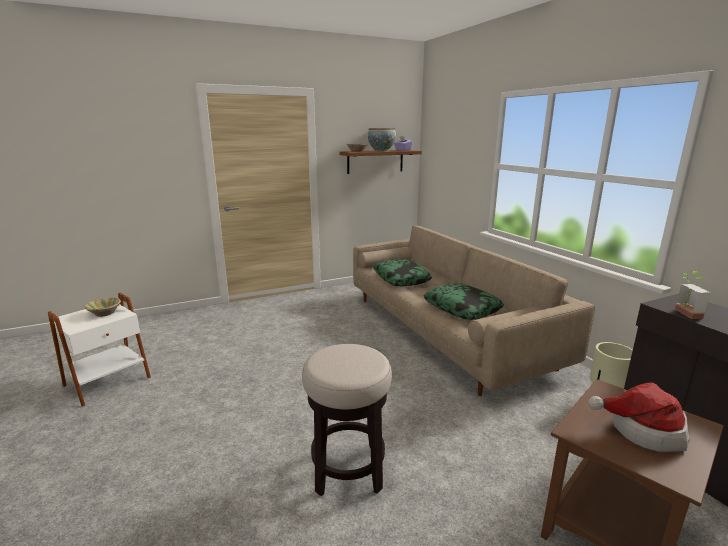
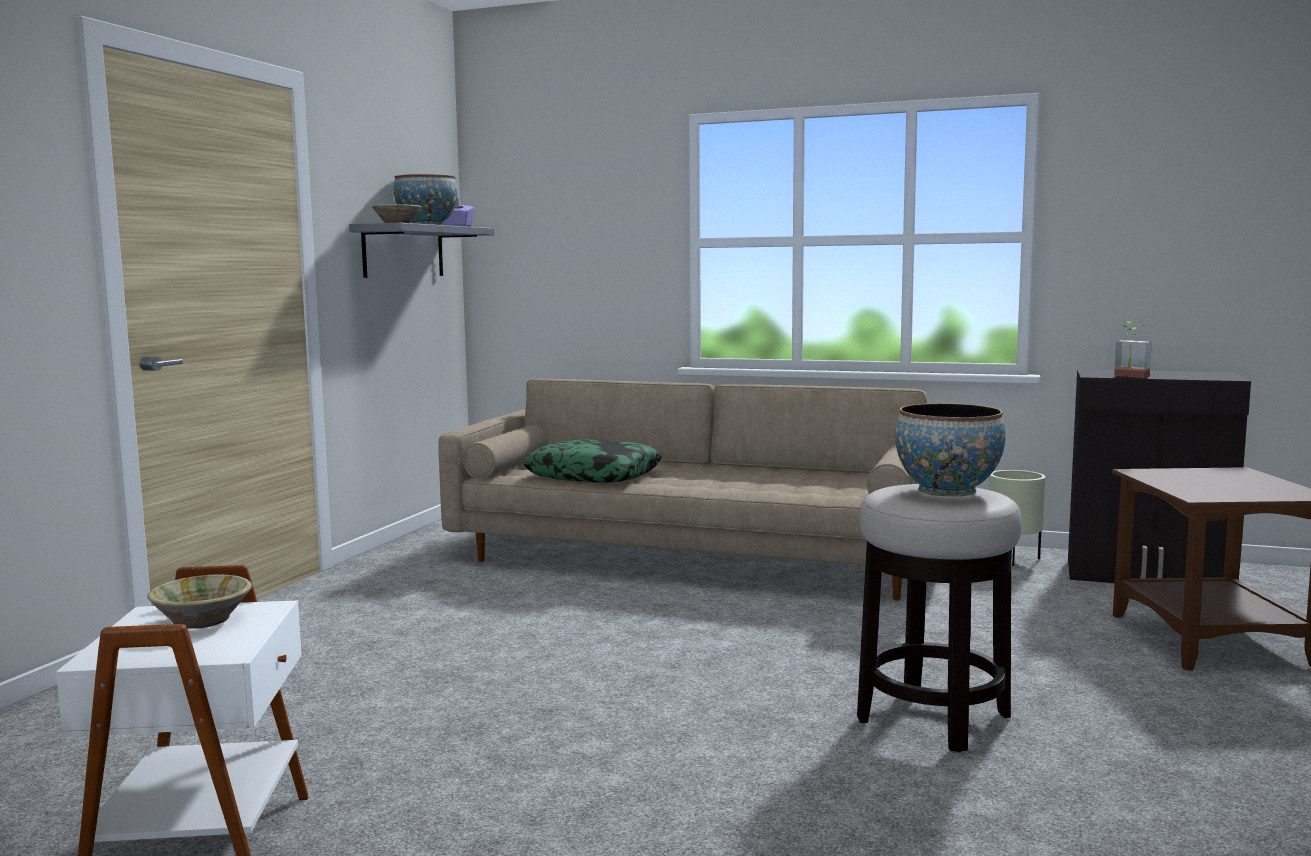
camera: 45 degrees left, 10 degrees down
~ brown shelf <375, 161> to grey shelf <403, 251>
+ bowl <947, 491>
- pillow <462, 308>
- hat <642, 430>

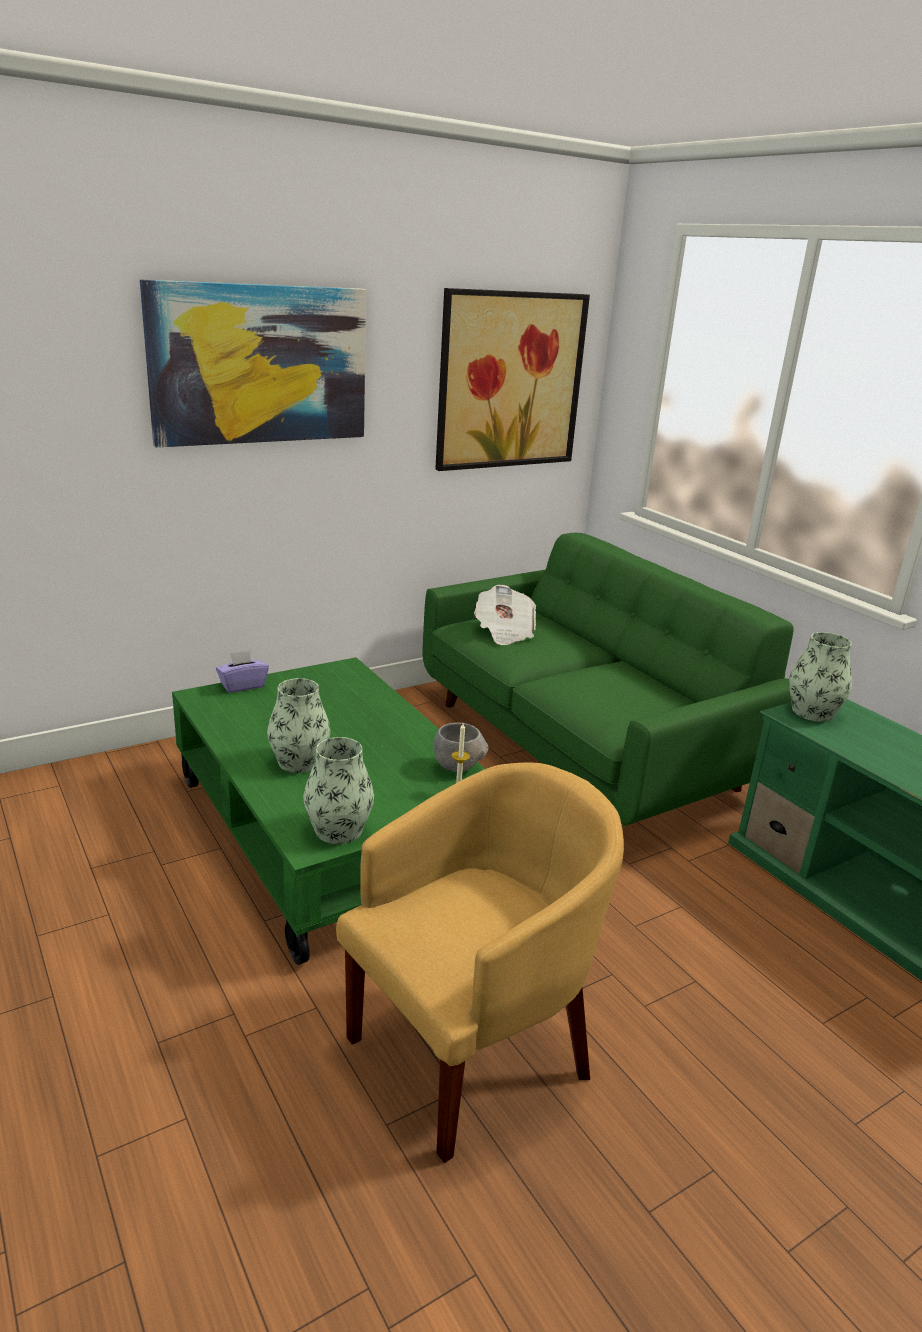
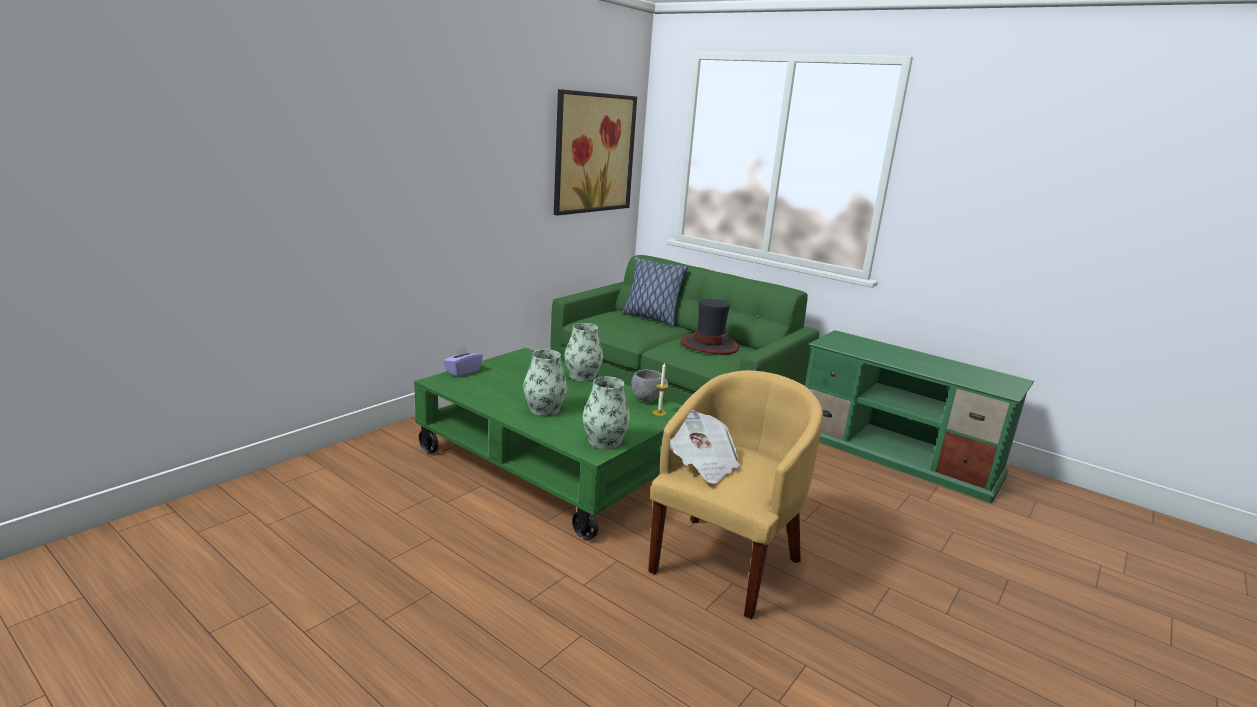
camera: 20 degrees left, 5 degrees down
~ vase <812, 712> to <582, 376>
+ pillow <651, 318>
~ newspaper <504, 632> to <701, 463>
+ hat <709, 345>
- picture <260, 365>

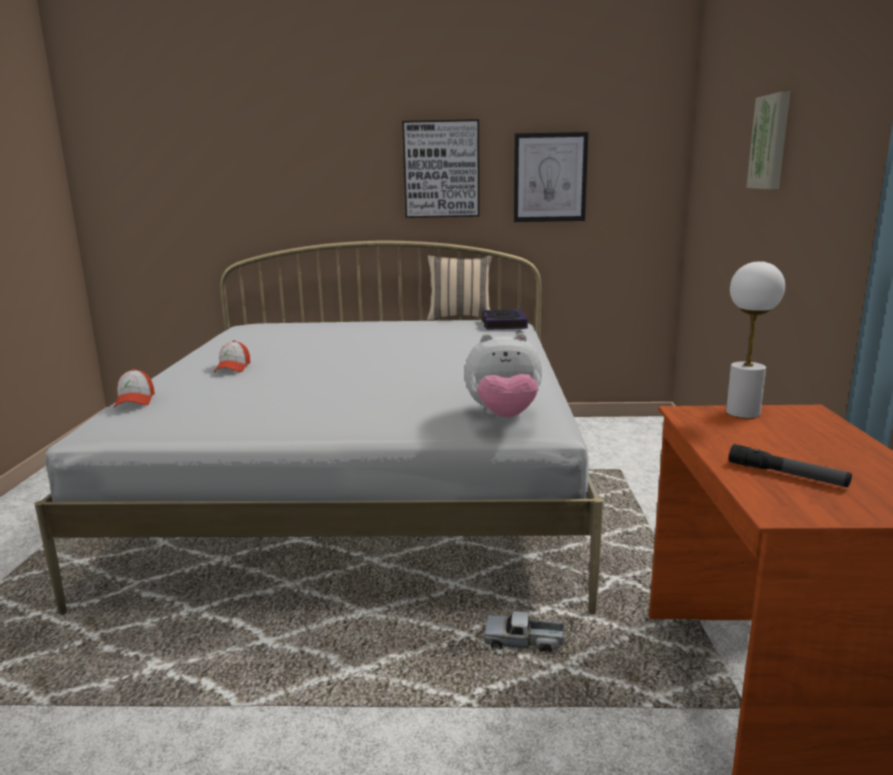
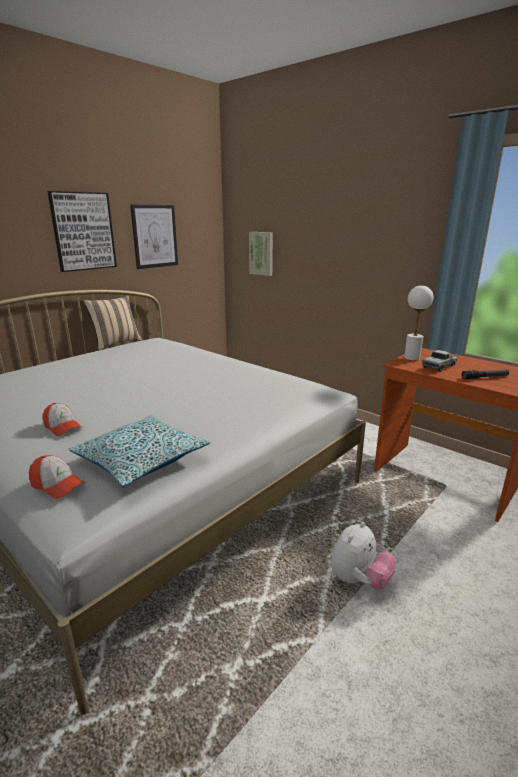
camera: 50 degrees left, 5 degrees up
+ pillow <141, 460>
~ picture <771, 142> to <262, 253>
~ plush toy <504, 416> to <359, 580>
~ toy truck <523, 642> to <440, 366>
- book <503, 324>

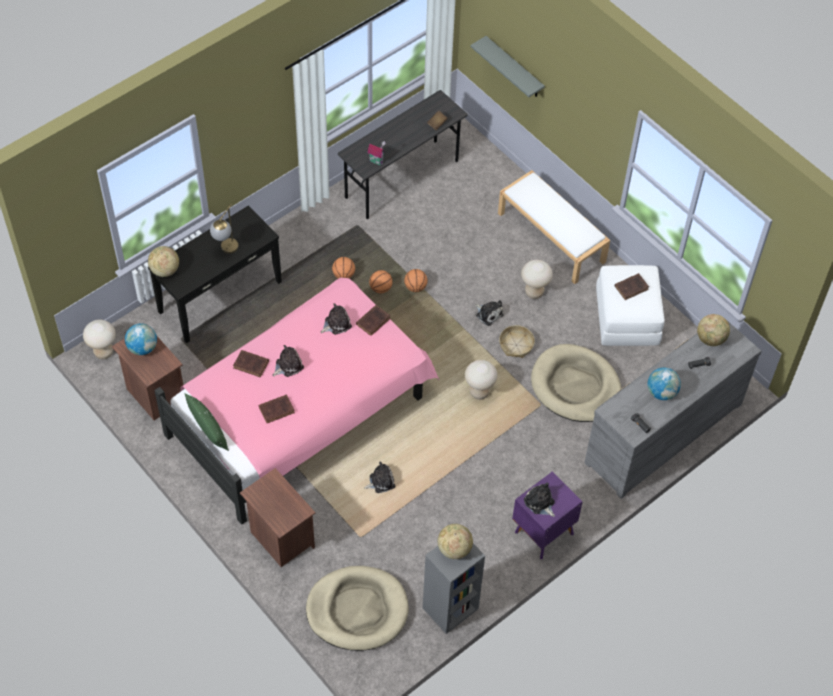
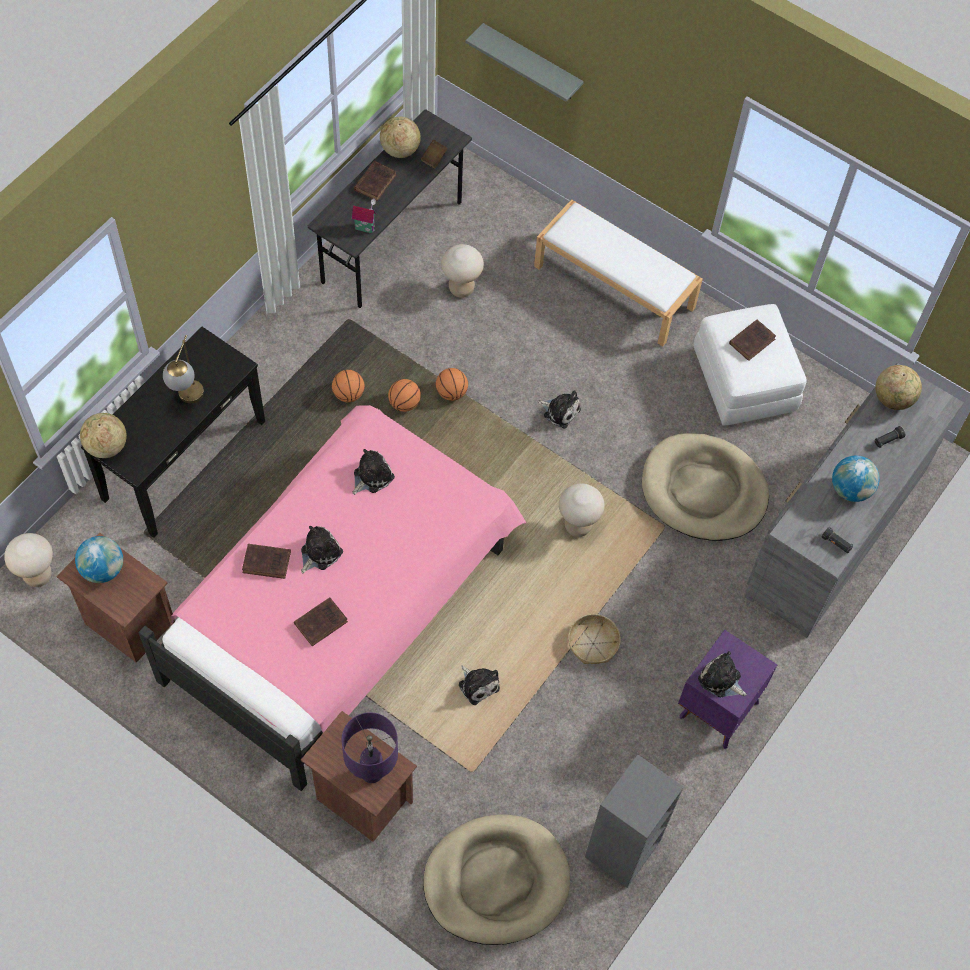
camera: 15 degrees left, 5 degrees up
+ purple table lamp <371, 772>
~ brown book <374, 321> to <376, 181>
~ globe <454, 549> to <400, 150>
~ beige stool <534, 292> to <461, 288>
~ plush toy <380, 481> = <477, 684> 90 degrees clockwise
~ basket <516, 345> to <593, 643>
- green pillow <208, 429>

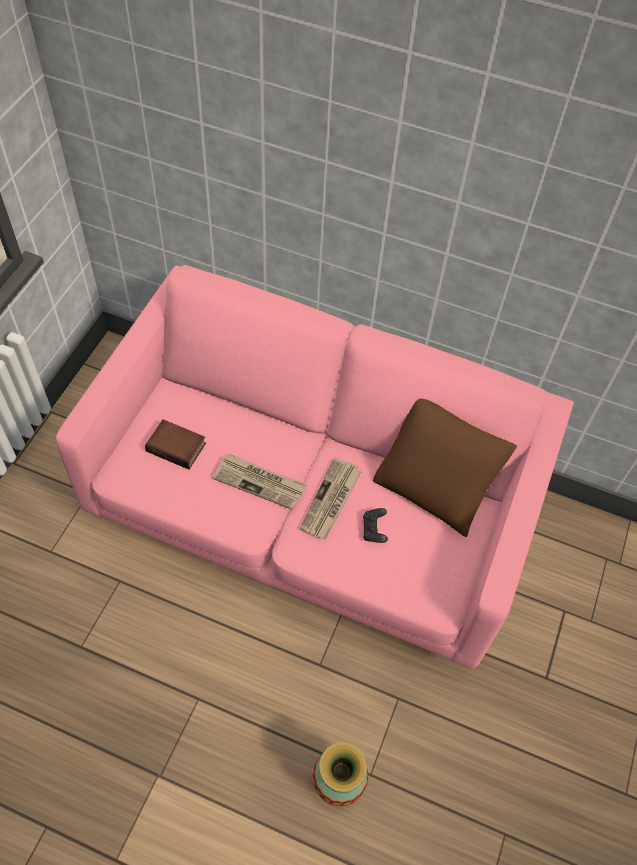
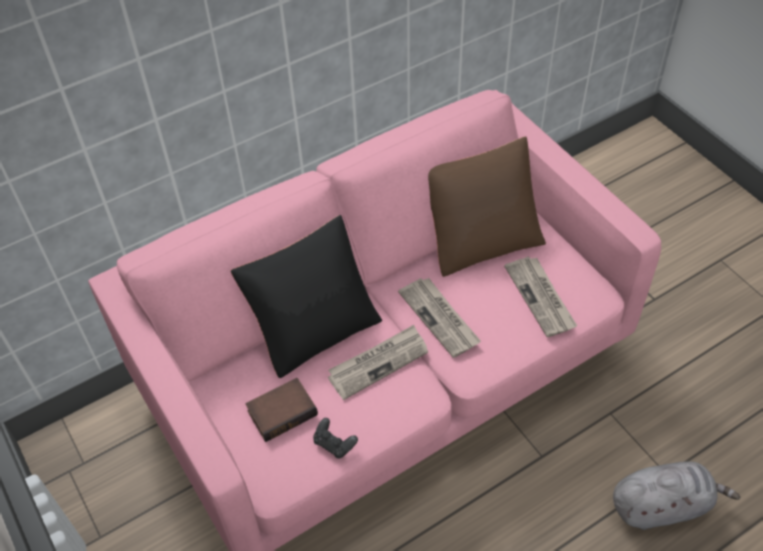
camera: 50 degrees left, 5 degrees down
+ black pillow <314, 325>
~ black game controller <374, 530> to <334, 444>
+ newspaper <541, 298>
~ vase <338, 785> to grey plush toy <662, 505>

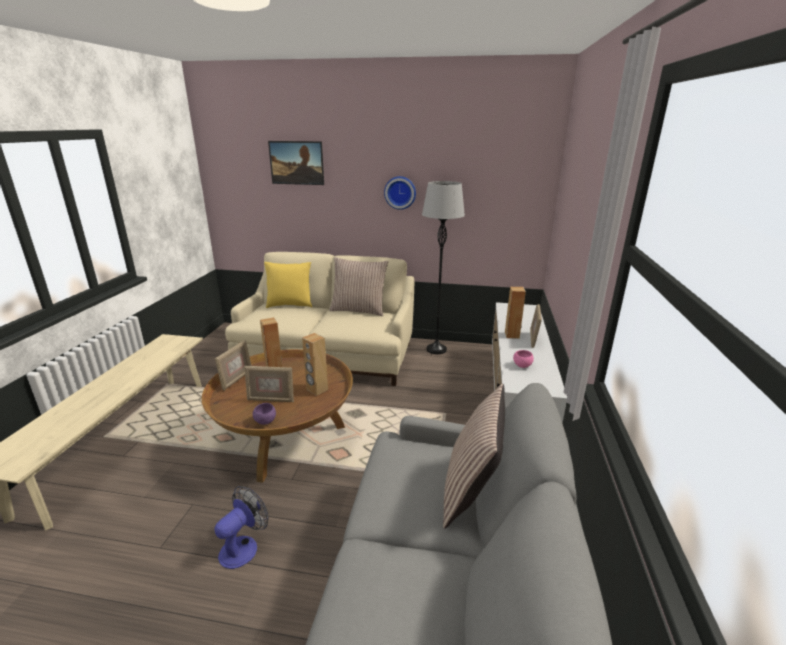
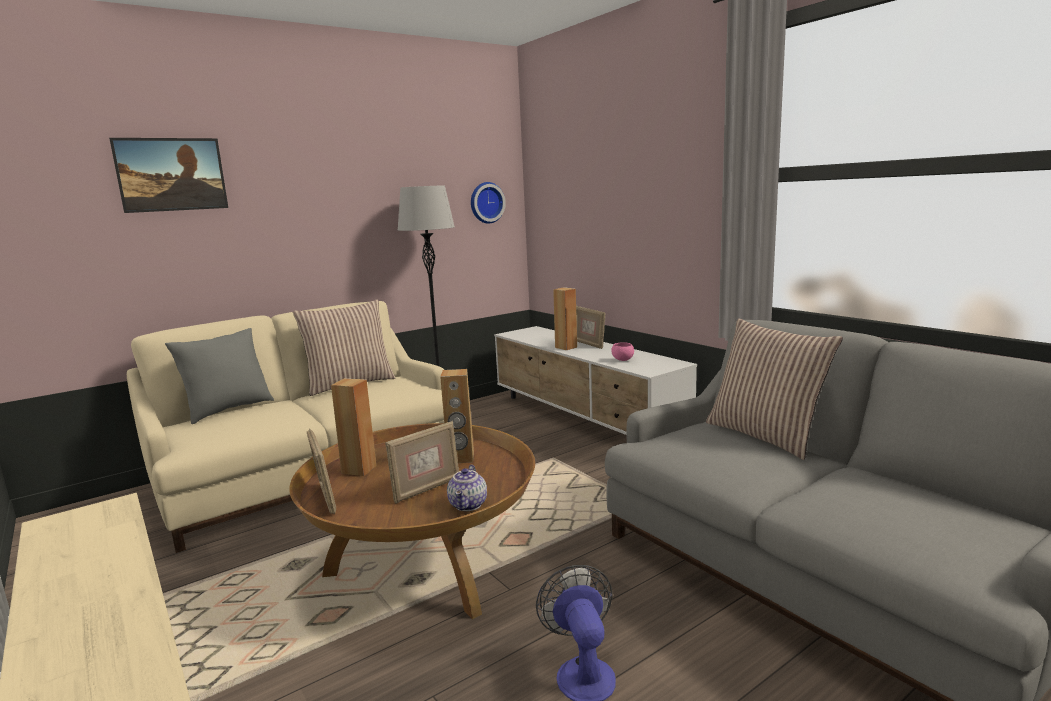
camera: 45 degrees left, 10 degrees down
~ yellow pillow <290, 305> to grey pillow <228, 410>
~ purple bowl <265, 421> to teapot <469, 505>
~ wall clock <400, 192> to <486, 202>

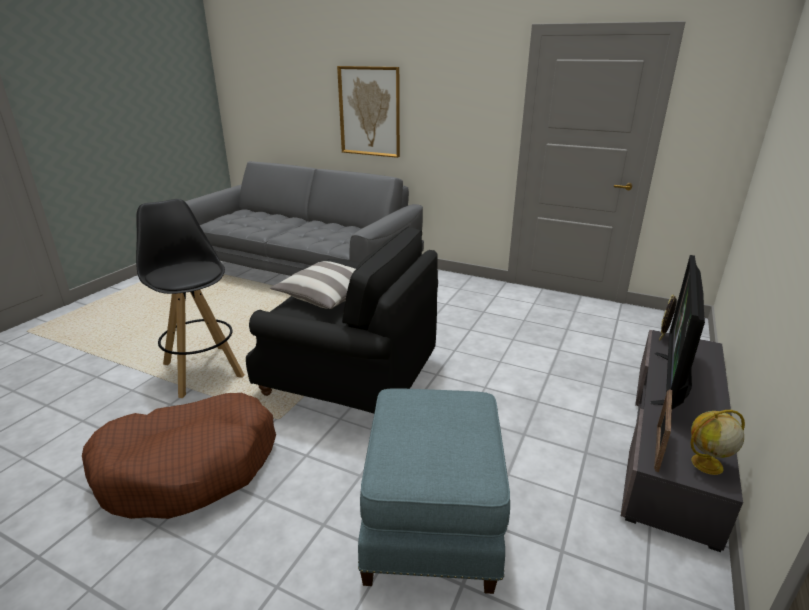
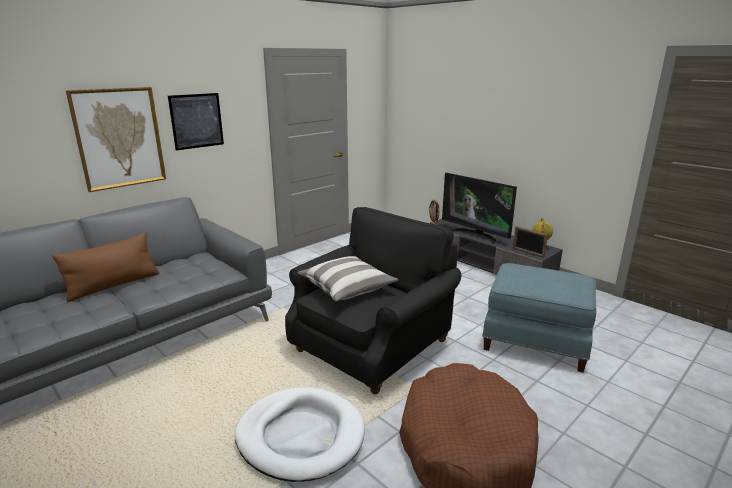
camera: 70 degrees left, 5 degrees down
+ brown pillow <114, 285>
+ picture <196, 121>
~ black stool <203, 369> to white dog bed <300, 436>

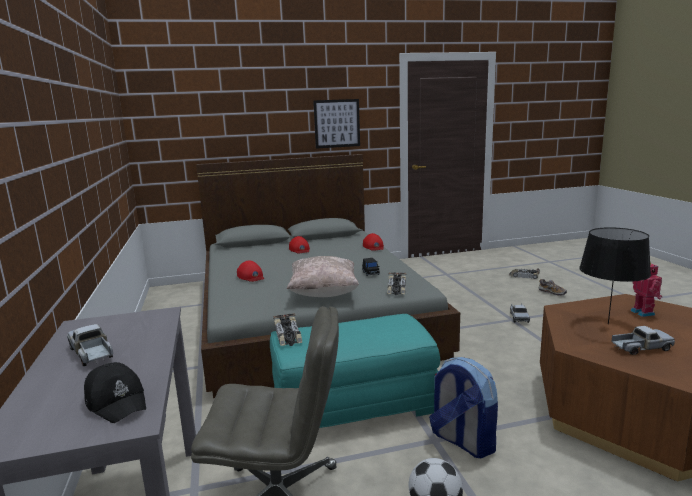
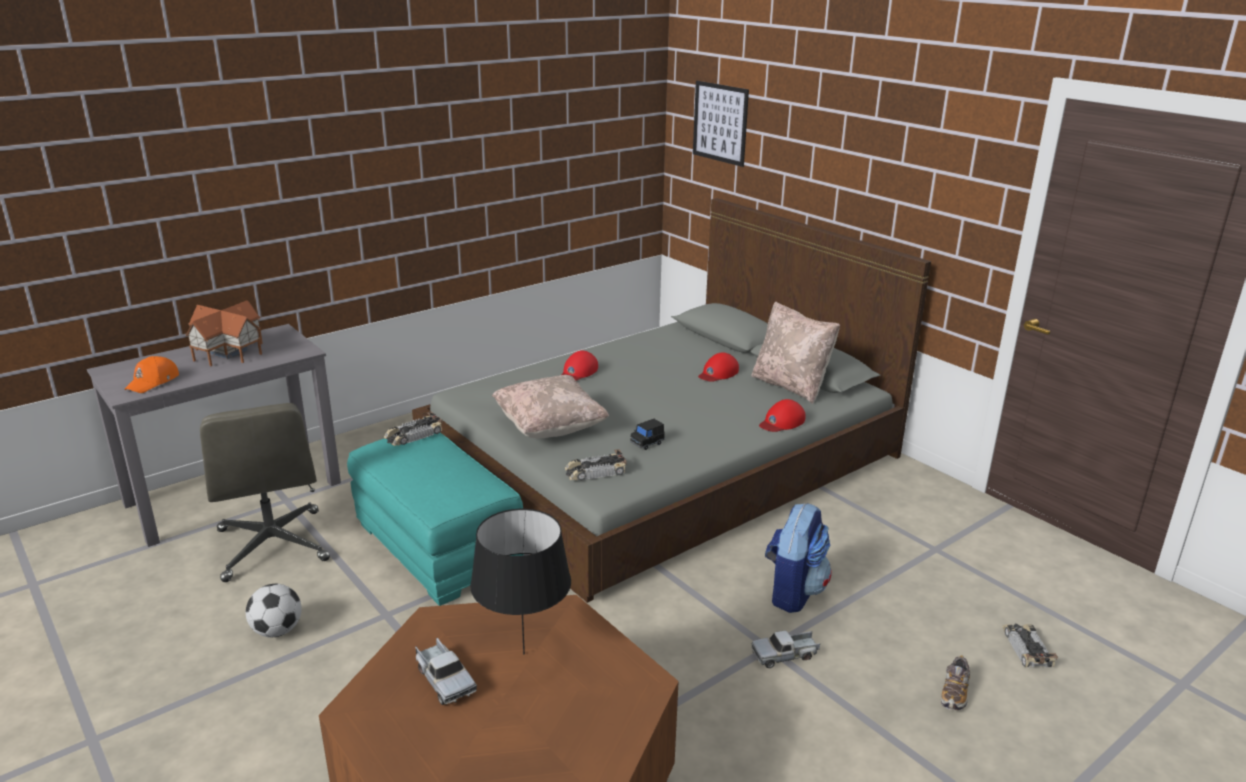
camera: 65 degrees right, 10 degrees up
~ black cap <117, 401> to orange cap <153, 382>
~ toy truck <92, 353> to toy house <227, 352>
~ picture <337, 123> to <720, 123>
+ beige pillow <791, 386>
~ backpack <462, 441> to <793, 591>
- toy robot <644, 312>

